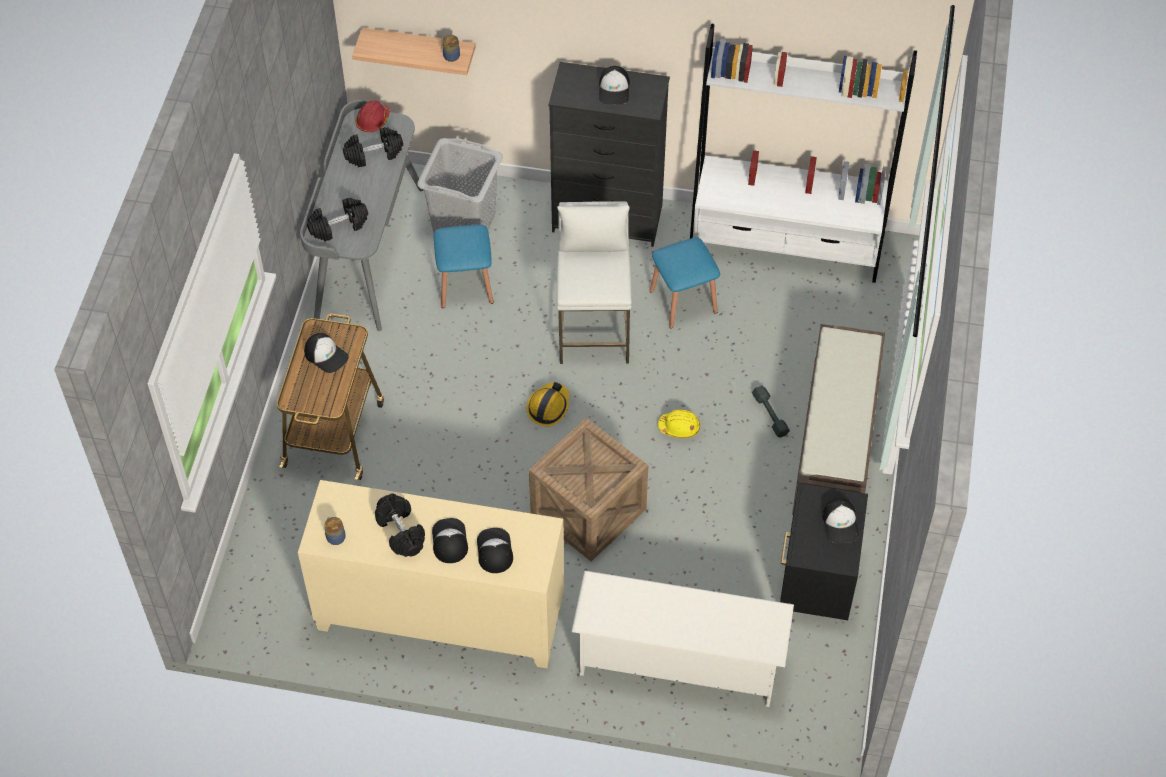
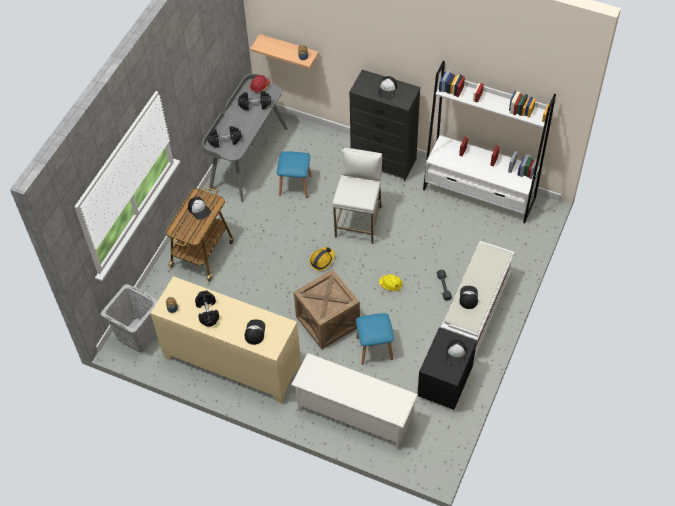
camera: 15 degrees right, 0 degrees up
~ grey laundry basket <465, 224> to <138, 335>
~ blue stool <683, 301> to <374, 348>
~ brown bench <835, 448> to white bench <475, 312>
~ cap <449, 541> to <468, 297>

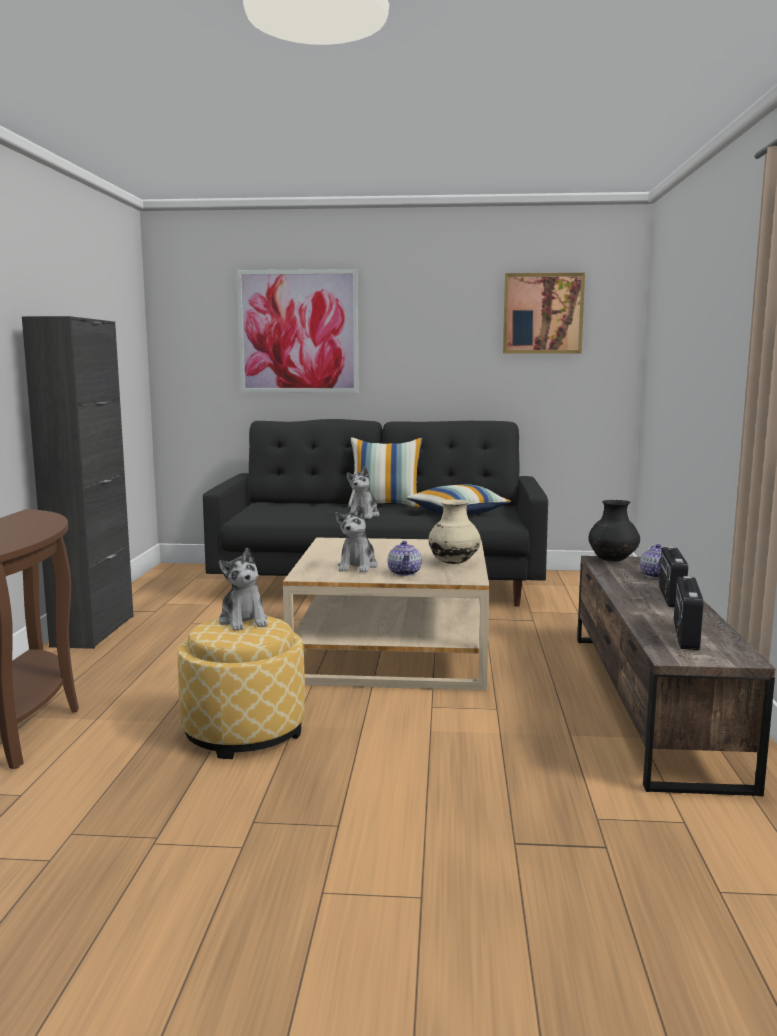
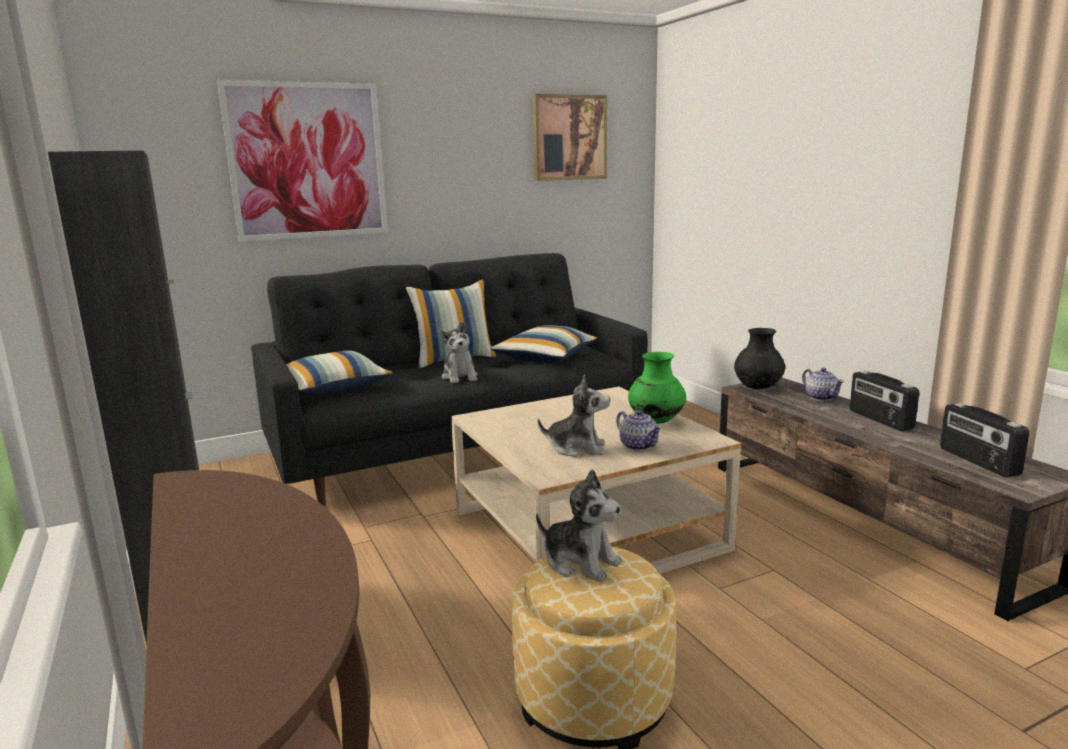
camera: 30 degrees left, 5 degrees up
+ pillow <334, 387>
~ plush toy <357, 566> = <577, 448> 60 degrees counterclockwise
~ beige vase <454, 563> to green vase <656, 421>

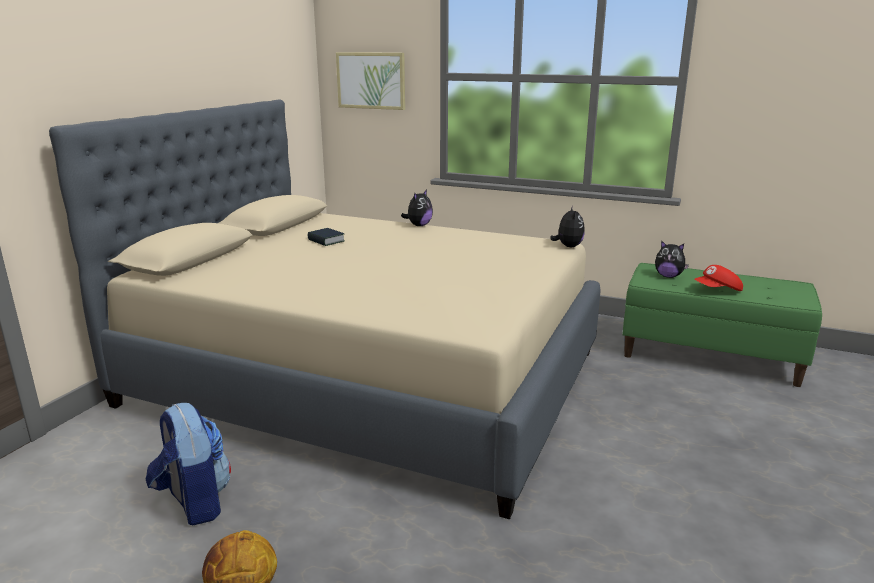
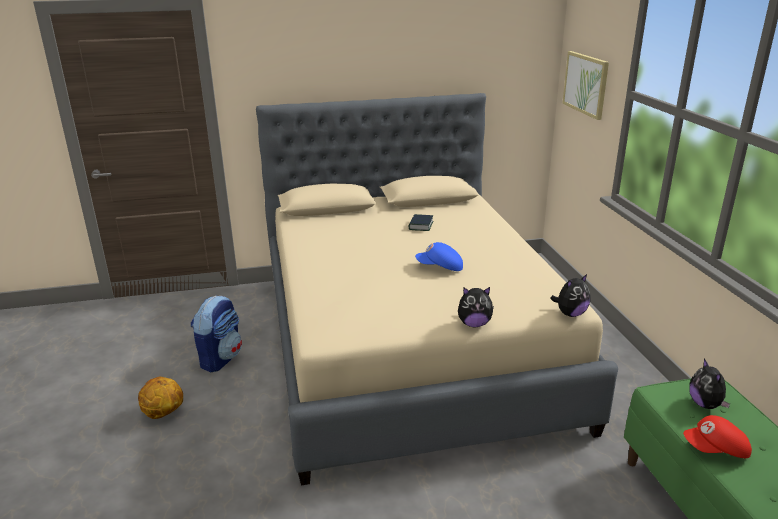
camera: 55 degrees right, 5 degrees up
+ blue cap <440, 268>
~ plush toy <418, 225> to <474, 324>
~ red cap <717, 291> = <716, 450> 45 degrees counterclockwise

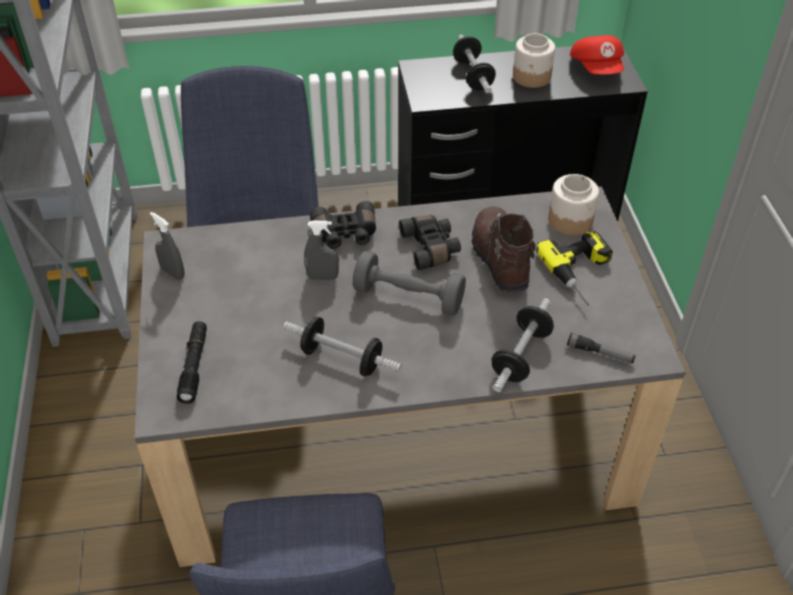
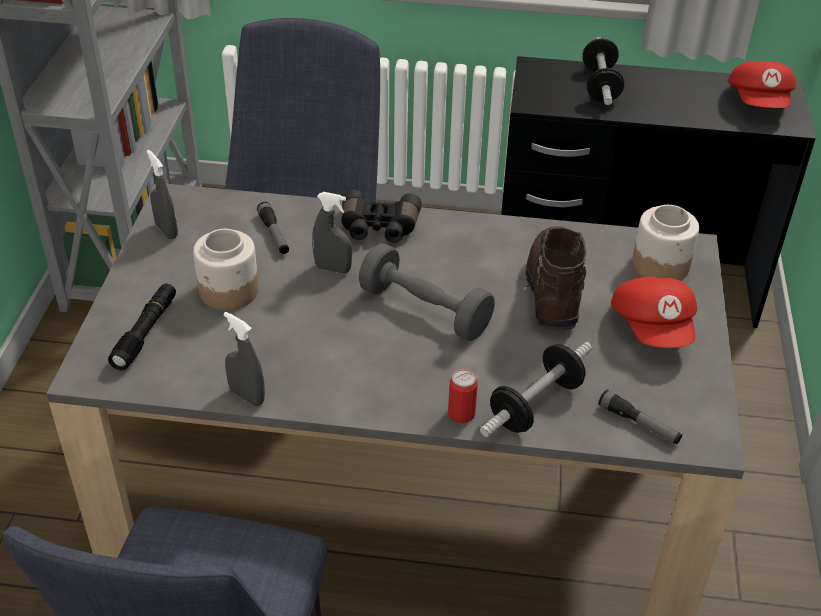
camera: 15 degrees right, 5 degrees down
~ jar <532, 77> to <229, 291>
+ grey spray bottle <247, 396>
+ flashlight <274, 234>
+ can <461, 414>
~ power drill <583, 273> to red cap <654, 328>
- dumbbell <342, 358>
- black binoculars <431, 248>

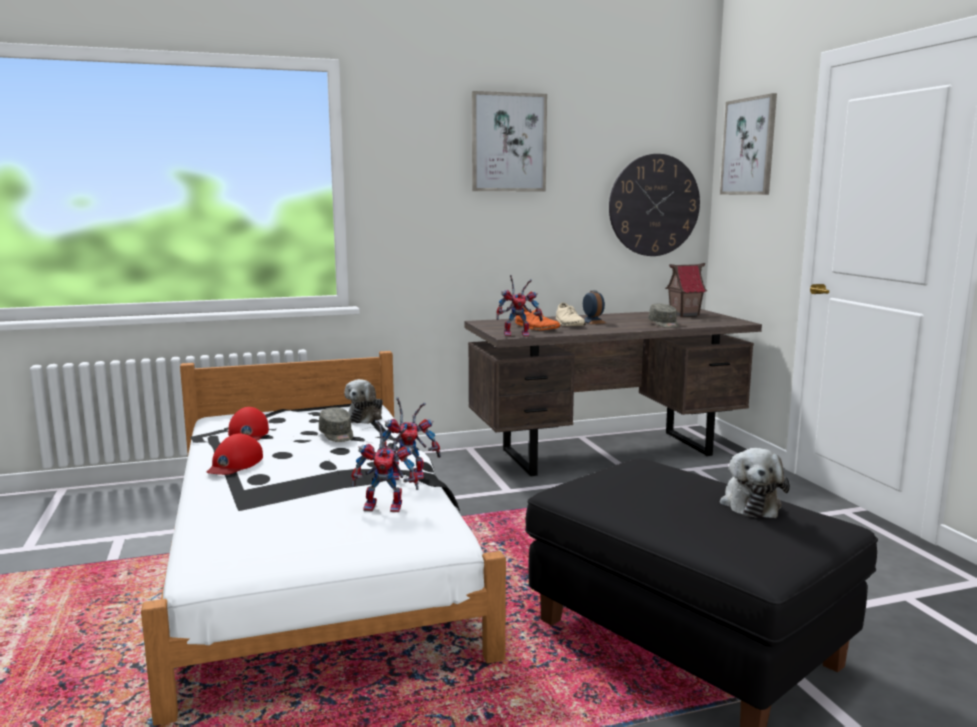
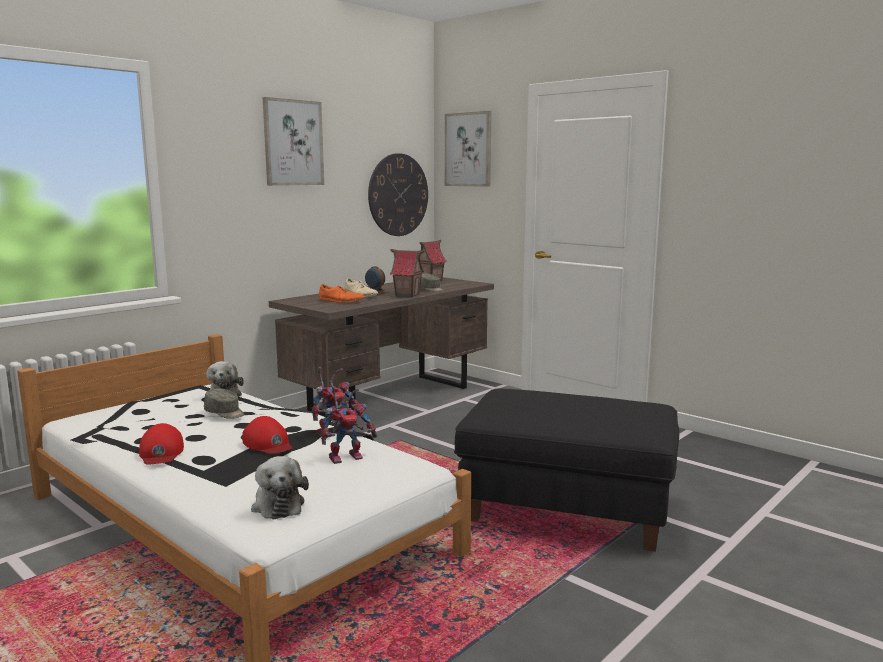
camera: 30 degrees left, 0 degrees up
~ red cap <248, 433> to <268, 443>
~ plush toy <749, 504> to <278, 504>
+ toy house <407, 295>
- toy robot <518, 335>

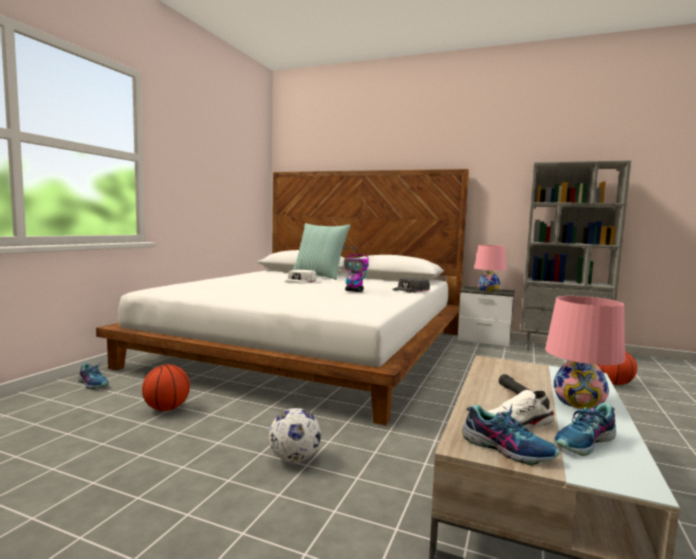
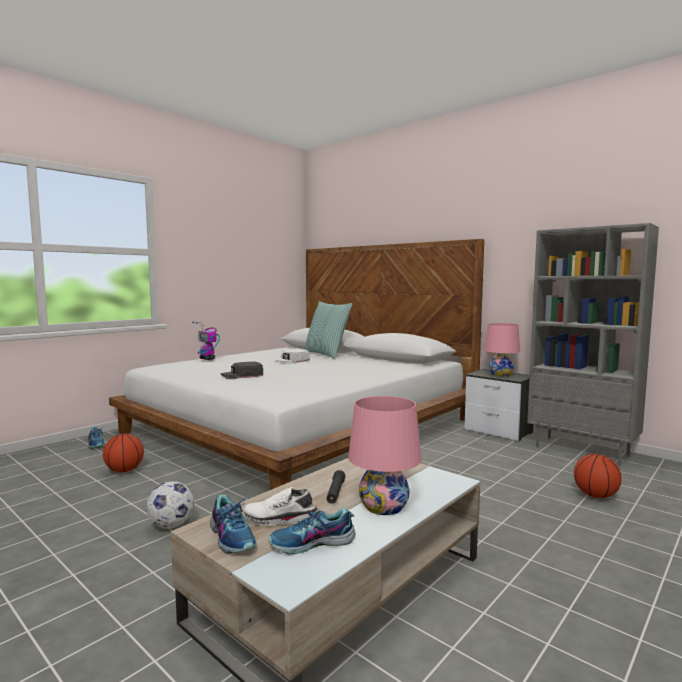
camera: 20 degrees right, 0 degrees up
~ toy robot <354, 291> to <207, 359>
~ black cap <411, 290> to <242, 375>

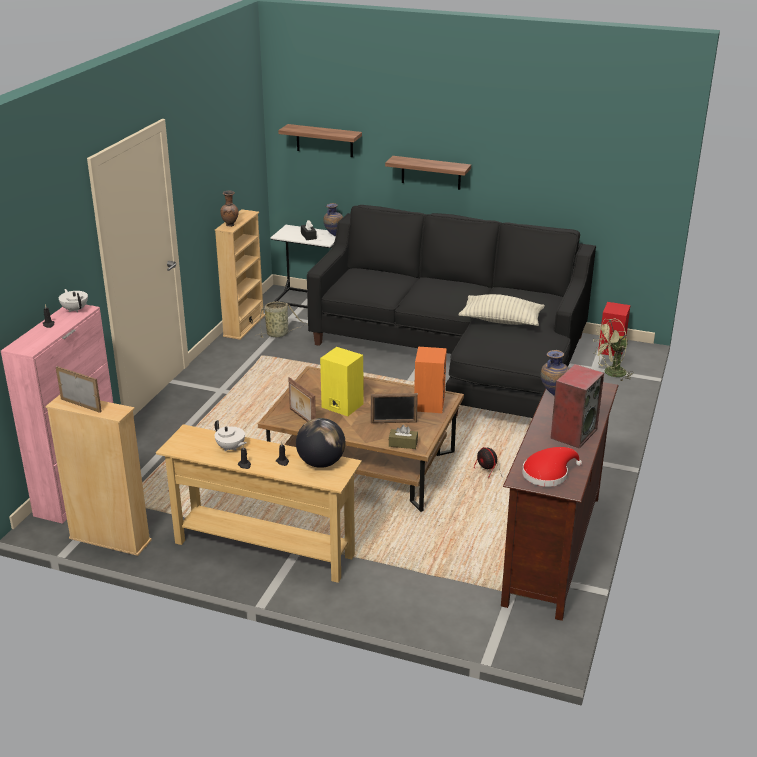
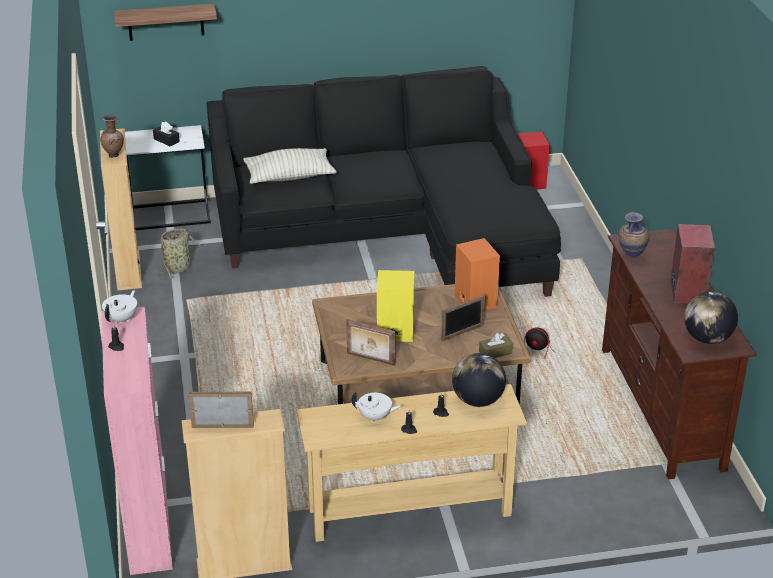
camera: 30 degrees left, 5 degrees up
~ white teapot <75, 309> = <122, 319> 90 degrees clockwise
~ pillow <501, 321> to <289, 177>
~ red hat <548, 474> to globe <707, 338>
- vase <333, 235>
- shelf <431, 173>
- green fan <610, 373>

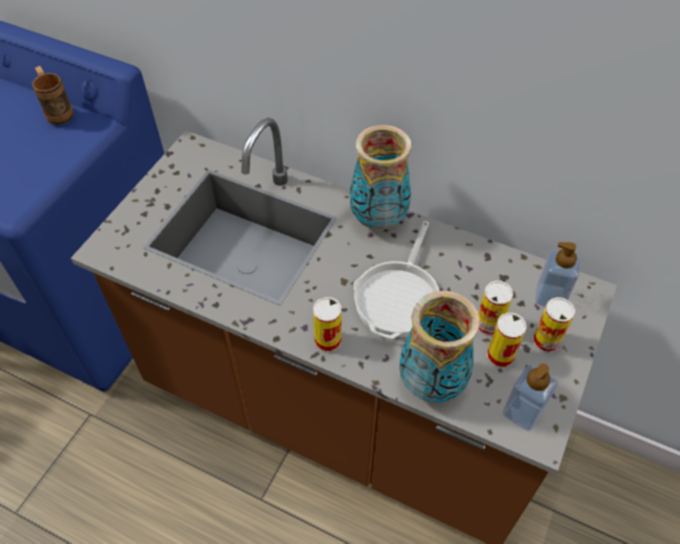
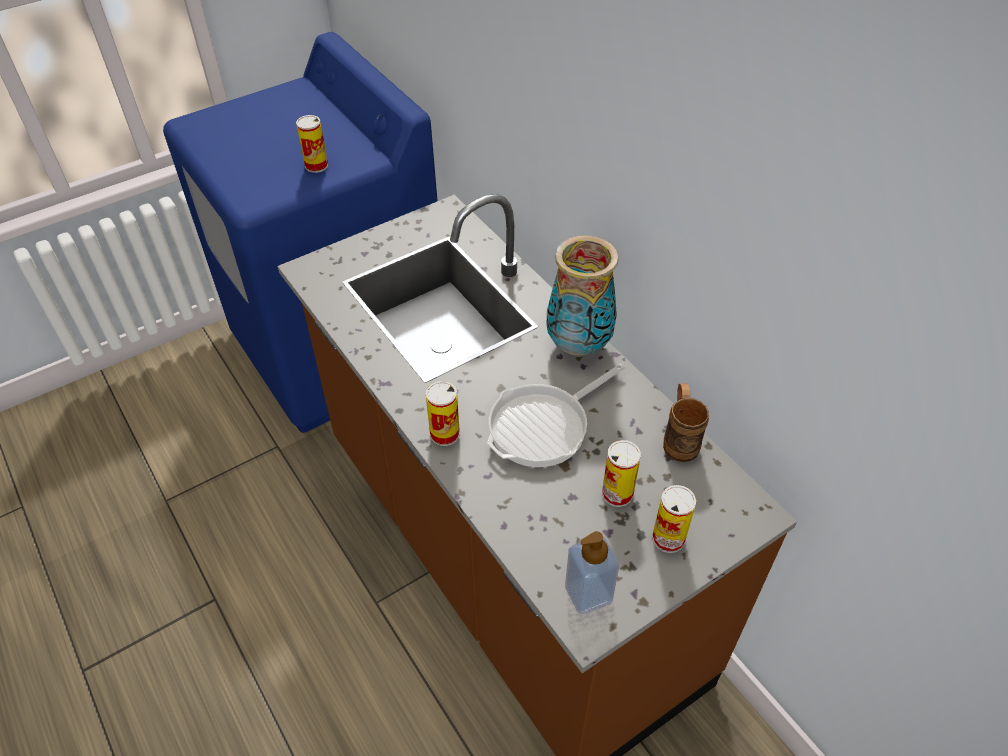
camera: 30 degrees right, 5 degrees down
~ can <500, 356> to <316, 165>
~ brown mug <58, 111> to <679, 439>
- vase <431, 384>
- soap dispenser <550, 296>

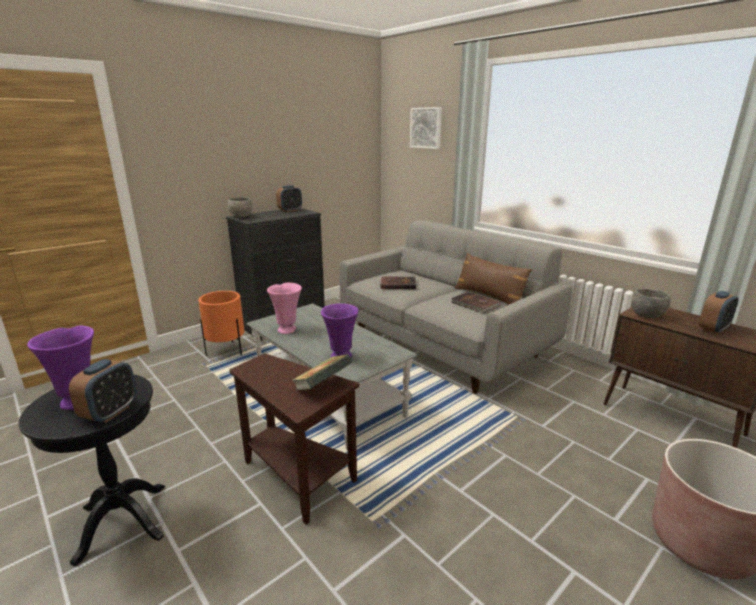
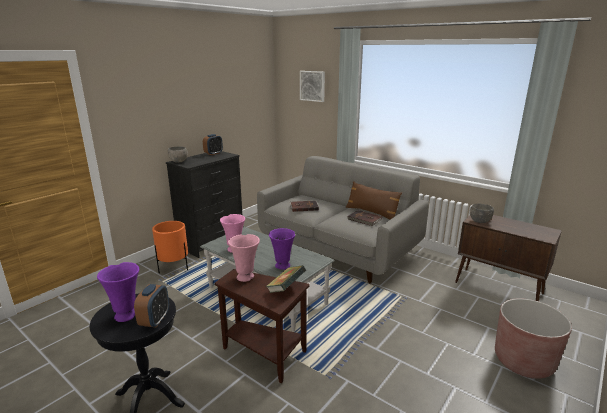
camera: 10 degrees left, 0 degrees up
+ pink vase <246, 277>
- alarm clock <713, 329>

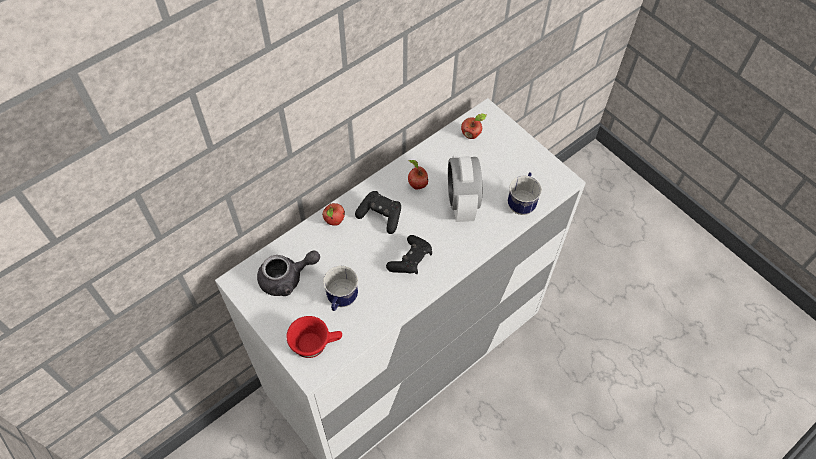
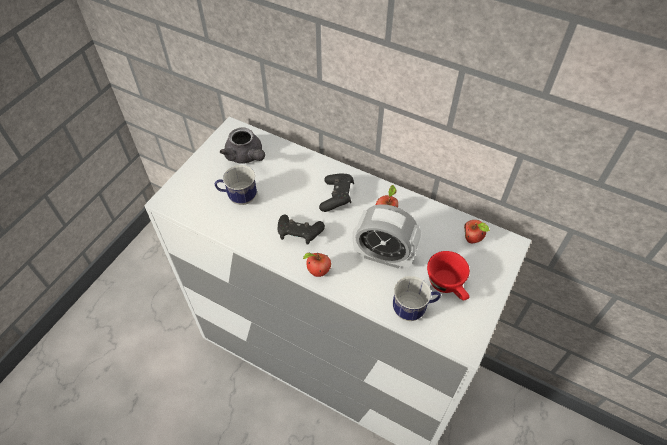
camera: 70 degrees right, 5 degrees down
~ apple <335, 222> to <317, 272>
~ alarm clock <461, 203> = <383, 256> 135 degrees counterclockwise
~ red cup <316, 343> to <448, 286>

